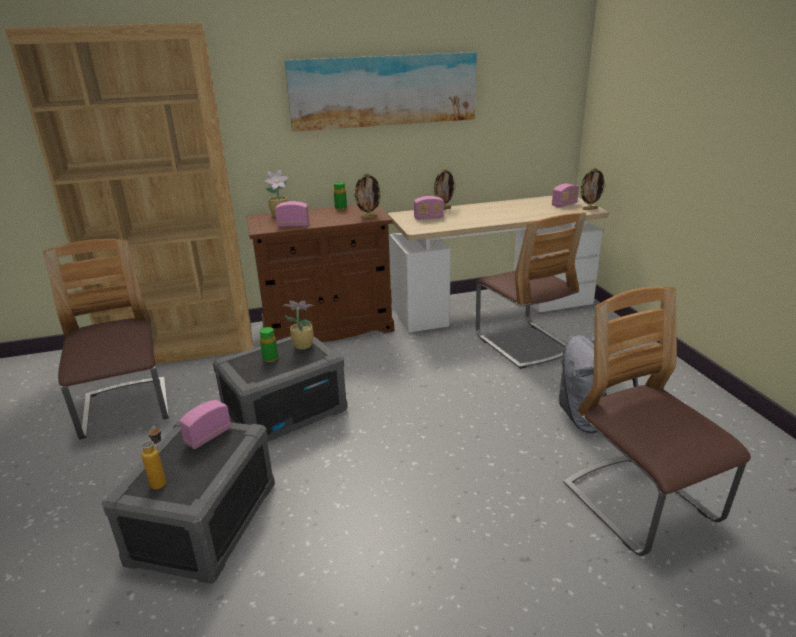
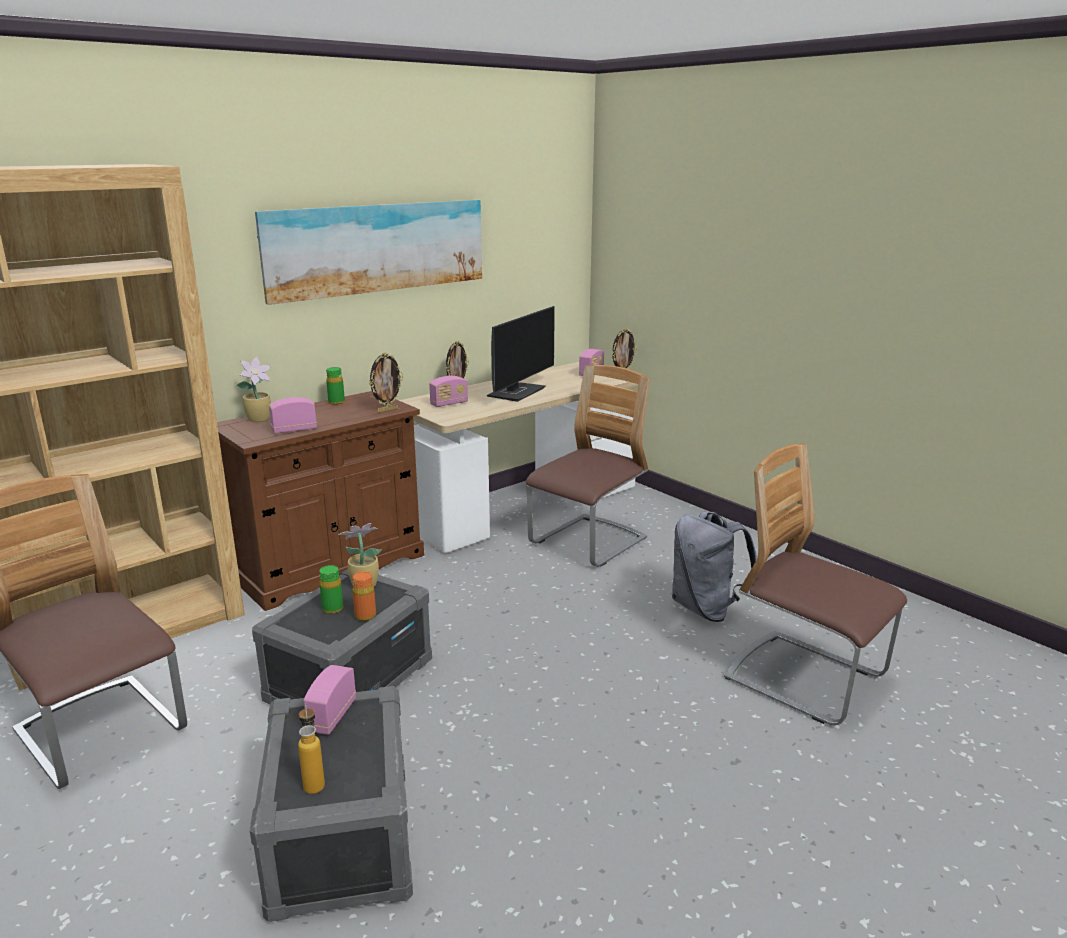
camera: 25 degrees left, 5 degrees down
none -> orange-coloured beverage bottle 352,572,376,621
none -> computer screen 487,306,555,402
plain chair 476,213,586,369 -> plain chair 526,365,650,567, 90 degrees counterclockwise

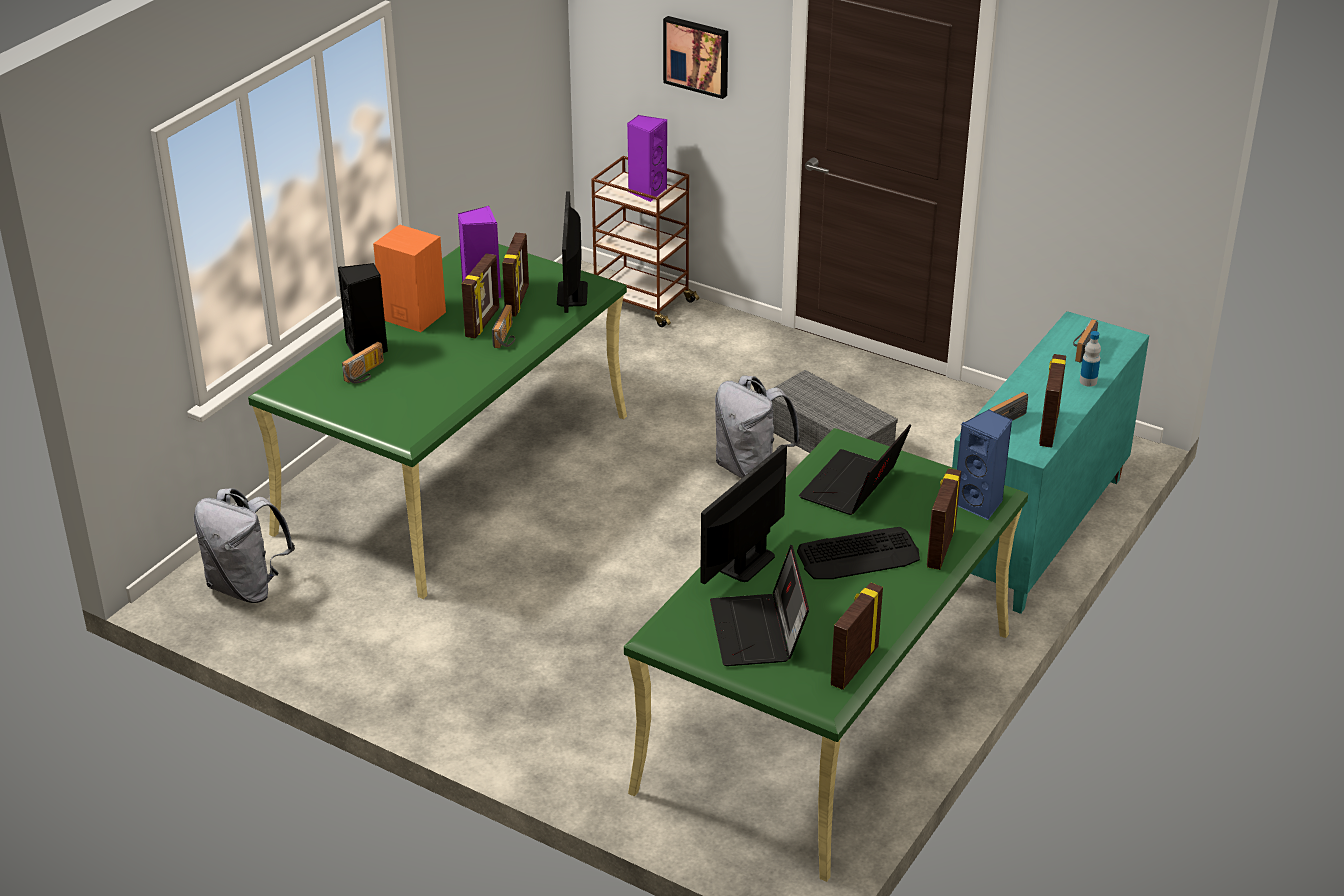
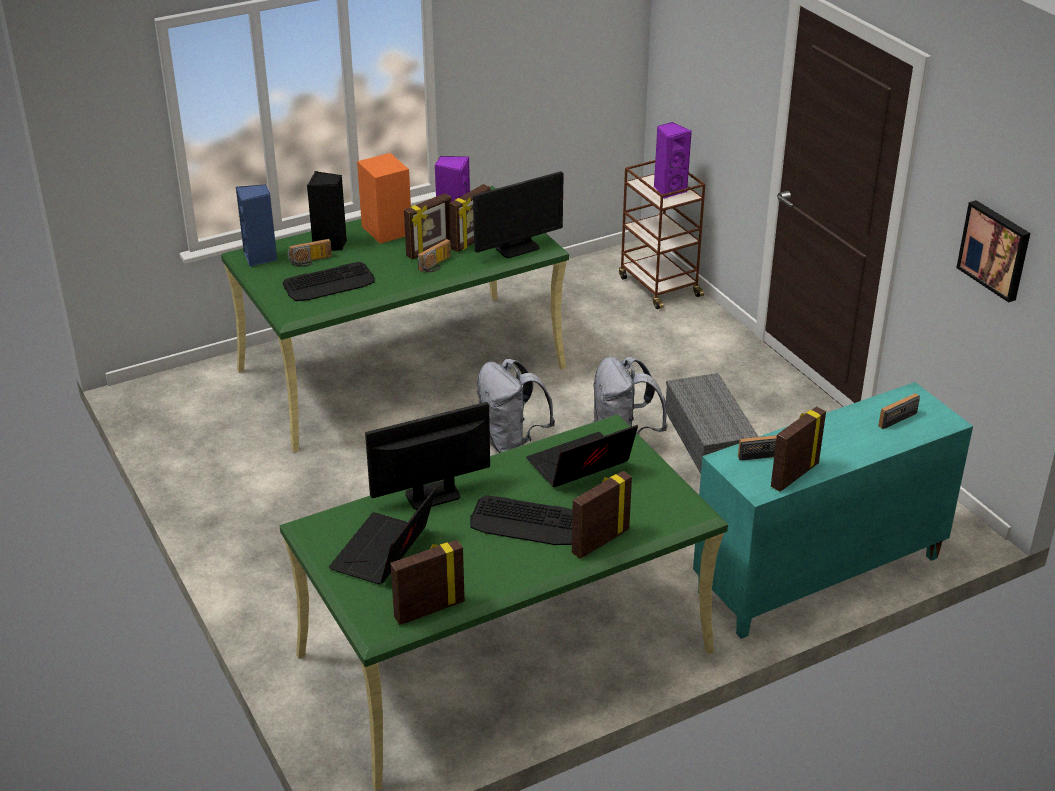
camera: 30 degrees right, 0 degrees up
bluish speaker 957,410,1012,520 -> bluish speaker 236,184,278,267, relocated
none -> computer keyboard 283,262,375,301
computer screen 557,191,588,313 -> computer screen 473,171,564,258, 150 degrees counterclockwise
greyish backpack 194,488,295,603 -> greyish backpack 477,359,555,453, relocated
wall picture 663,16,728,99 -> wall picture 956,200,1030,303, relocated
beverage bottle 1080,331,1101,387 -> none

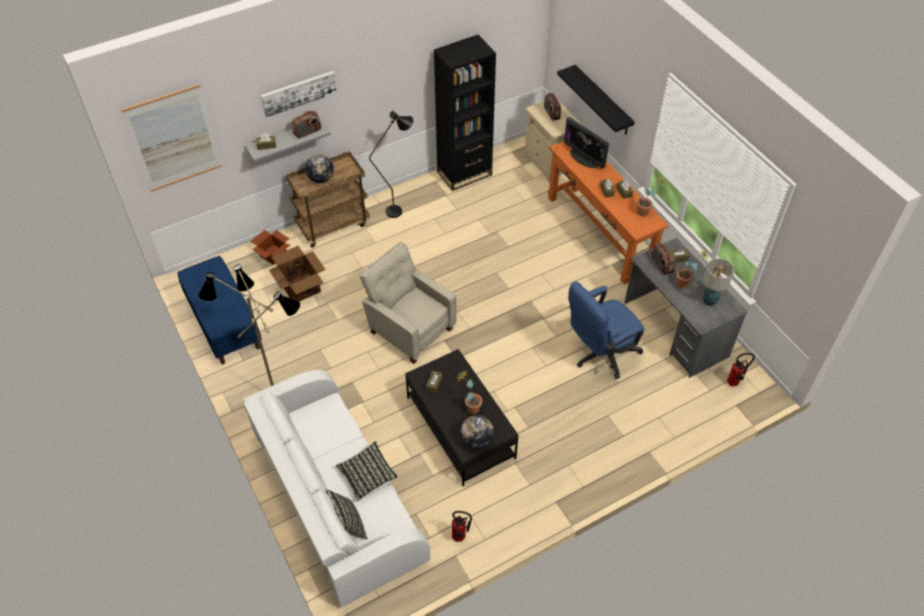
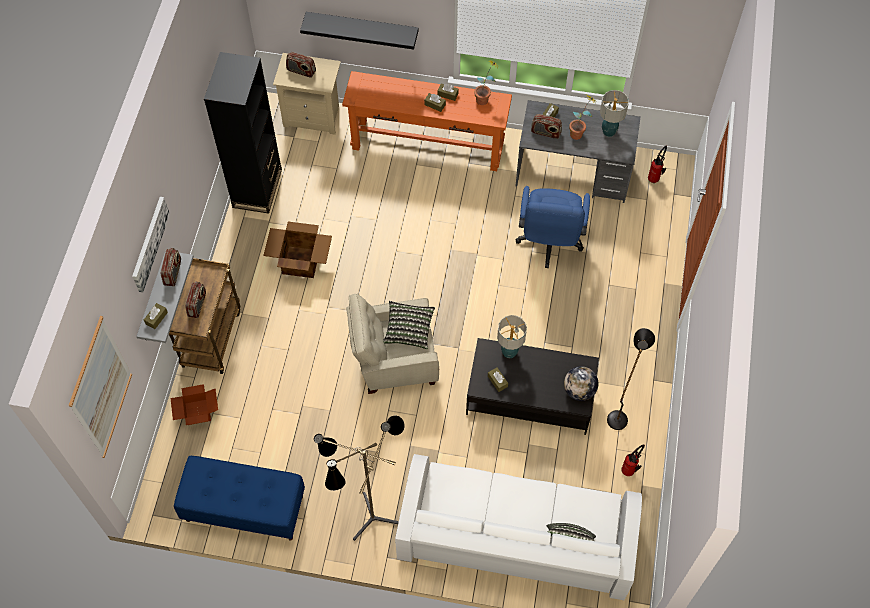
camera: 50 degrees left, 10 degrees up
desk globe 305,154,334,183 -> radio 185,282,206,318
cardboard box 269,246,325,302 -> cardboard box 263,222,332,278, relocated
pillow 336,441,398,501 -> pillow 383,301,435,349, relocated
none -> lamp for a table 497,315,527,358
black standard lamp 369,111,414,218 -> black standard lamp 607,328,655,430, relocated
houseplant 456,371,482,414 -> none
computer screen 564,117,609,169 -> none

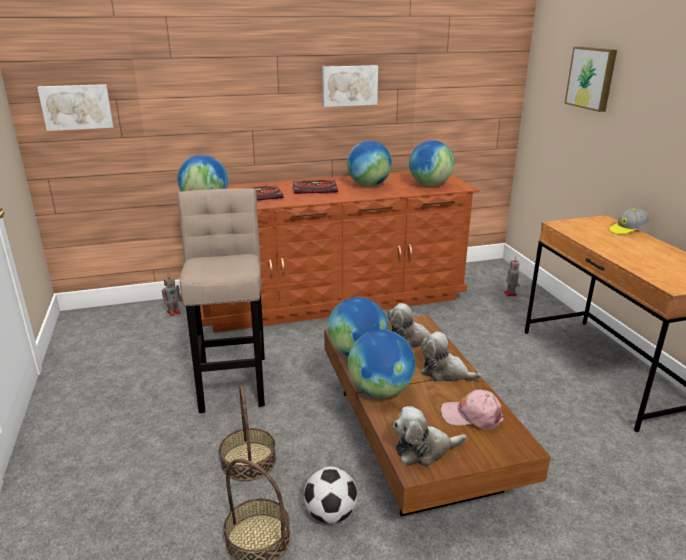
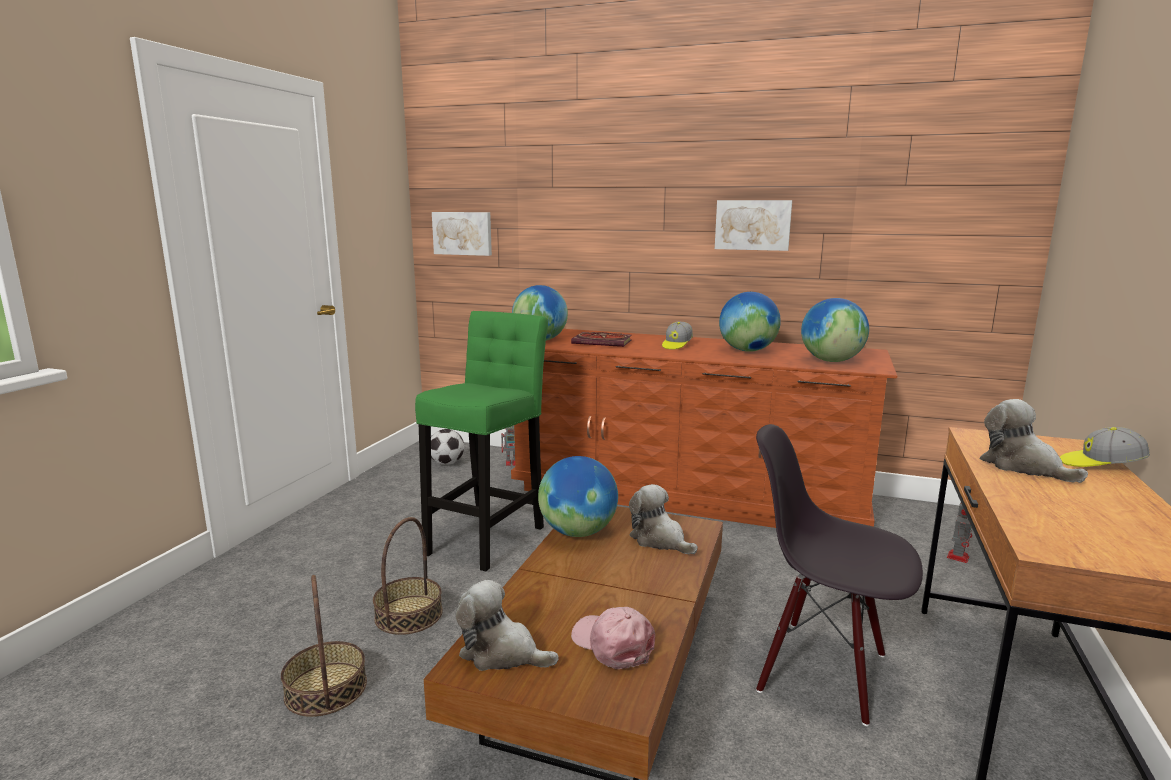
camera: 35 degrees right, 10 degrees down
beige sitting stool 177,188,265,413 -> greenish sitting stool 415,311,548,571
ball for football 304,466,357,524 -> ball for football 431,429,464,465, relocated
volume 293,180,338,194 -> peaked cap 662,321,693,350
none -> black plain chair 756,424,923,726
soft toy 421,331,483,382 -> soft toy 979,399,1088,483, relocated
desk globe 348,329,415,398 -> none
wall picture 564,46,617,112 -> none

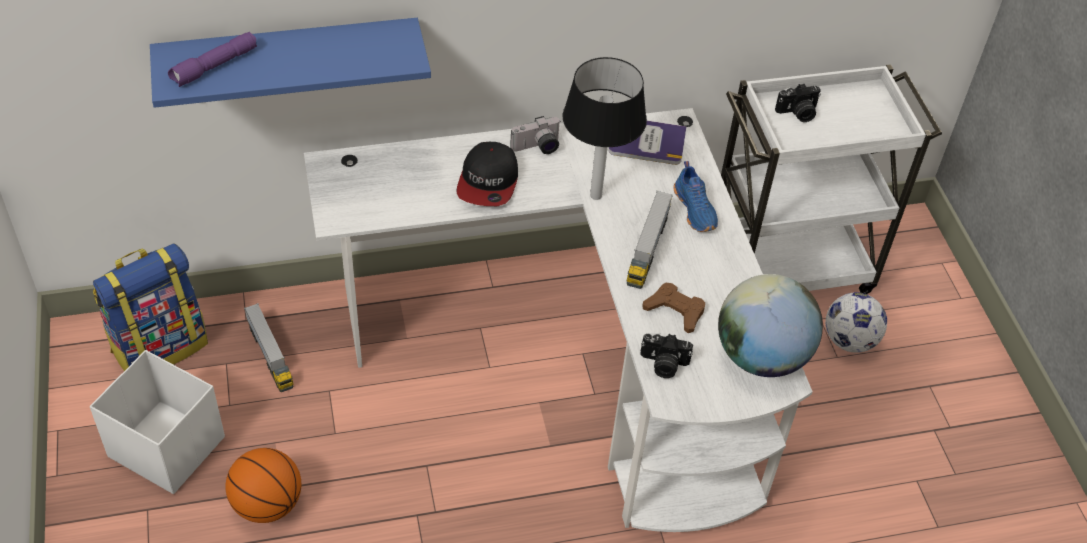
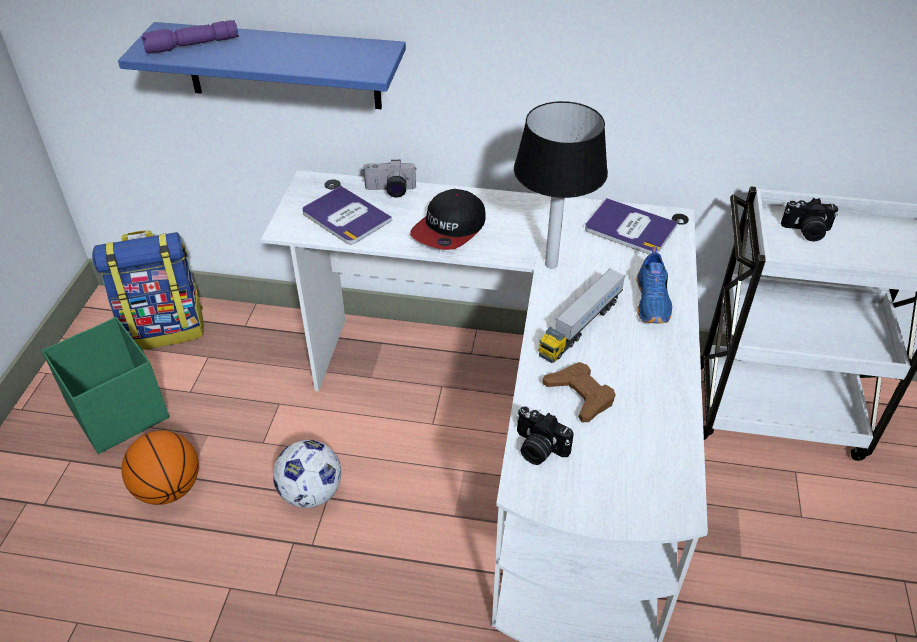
camera: 25 degrees right, 5 degrees down
whitish storage bin 90,350,225,494 -> greenish storage bin 42,317,169,454
ball for football 825,292,887,353 -> ball for football 273,440,341,508, relocated
none -> volume 302,186,392,244
still camera 510,116,560,154 -> still camera 363,160,416,198, relocated
model truck 244,303,294,392 -> none
desk globe 718,274,823,377 -> none

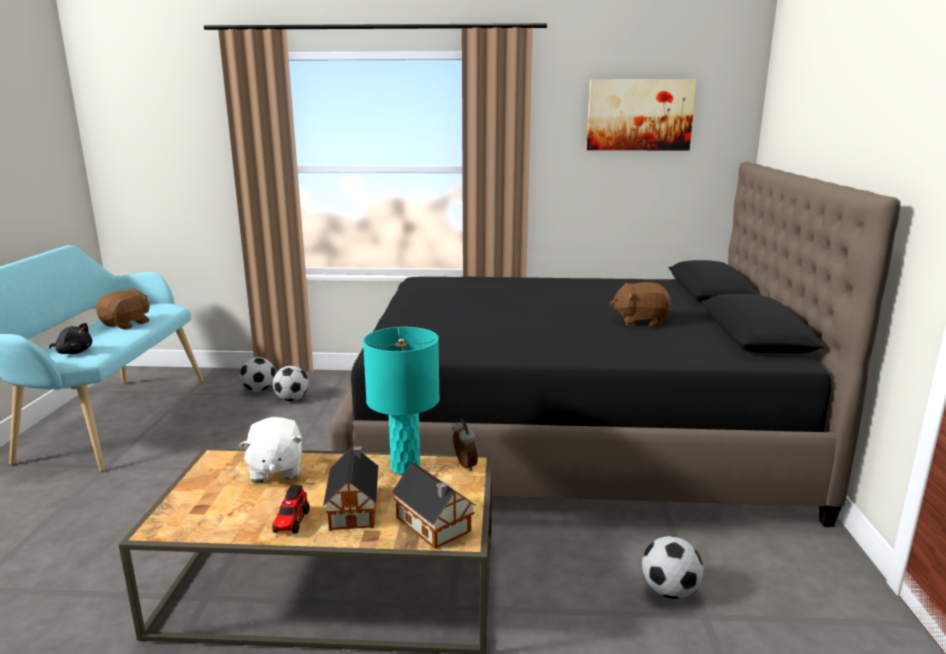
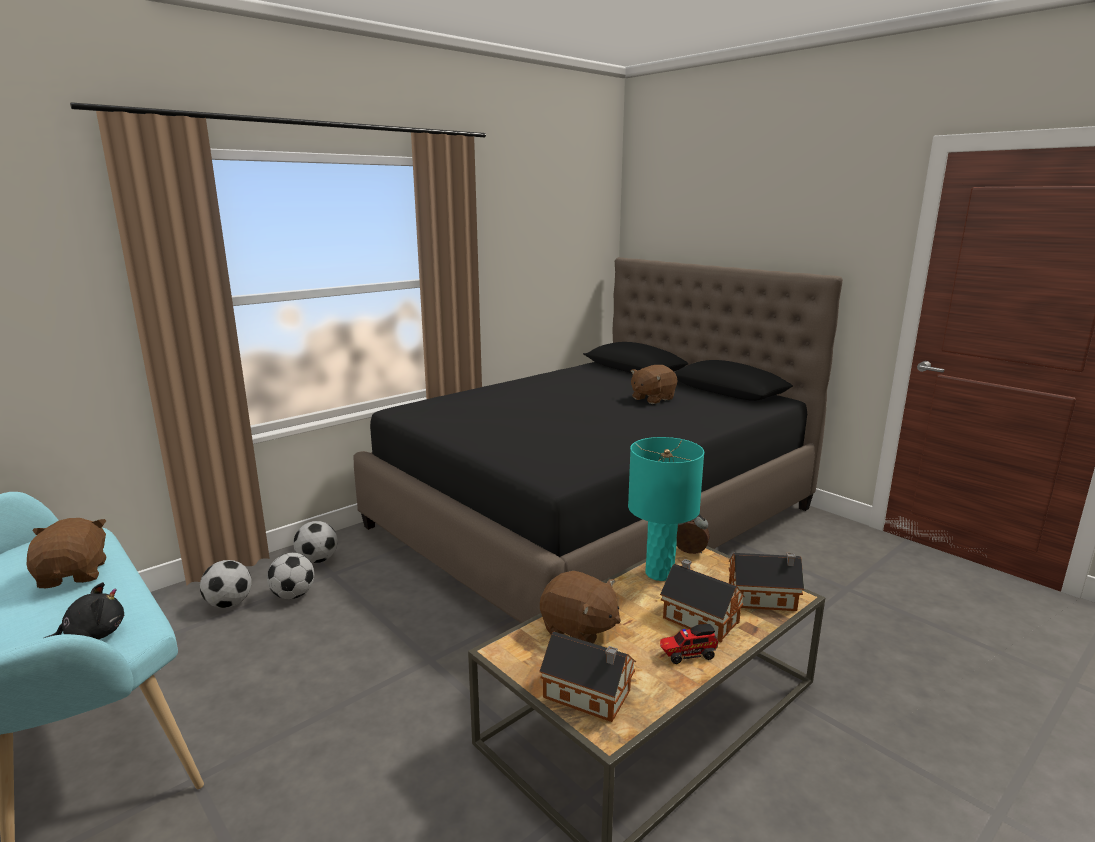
camera: 45 degrees left, 0 degrees up
ball for football 642,536,703,599 -> ball for football 294,521,338,563, relocated
none -> toy house 539,632,636,722
whitish soft toy 239,417,303,483 -> brownish soft toy 540,571,621,644
model truck 272,485,310,534 -> model truck 660,624,718,664, 120 degrees clockwise
wall picture 586,79,696,151 -> none

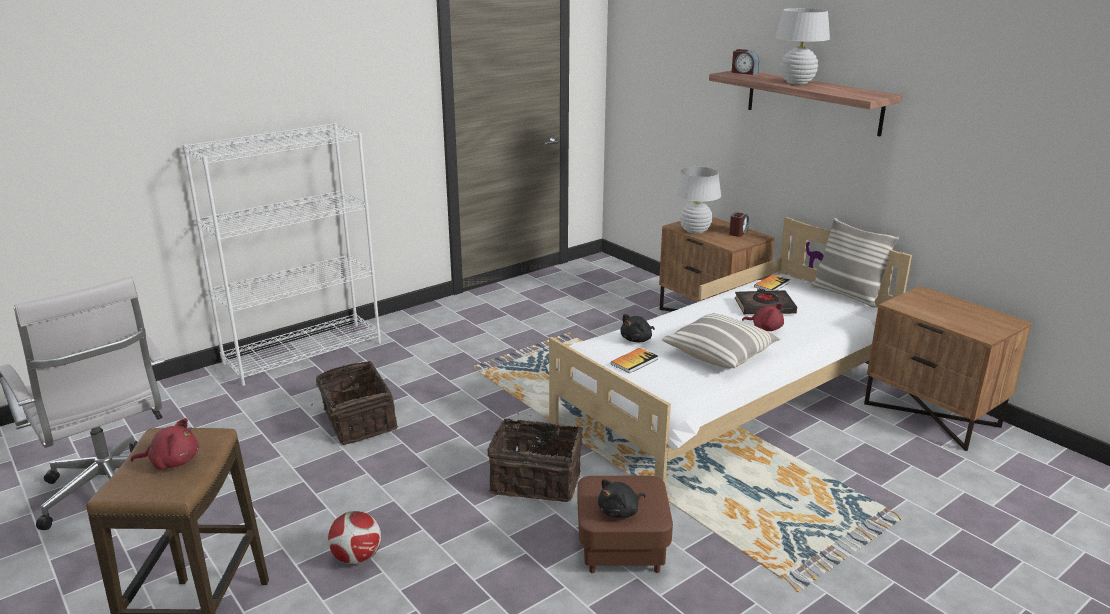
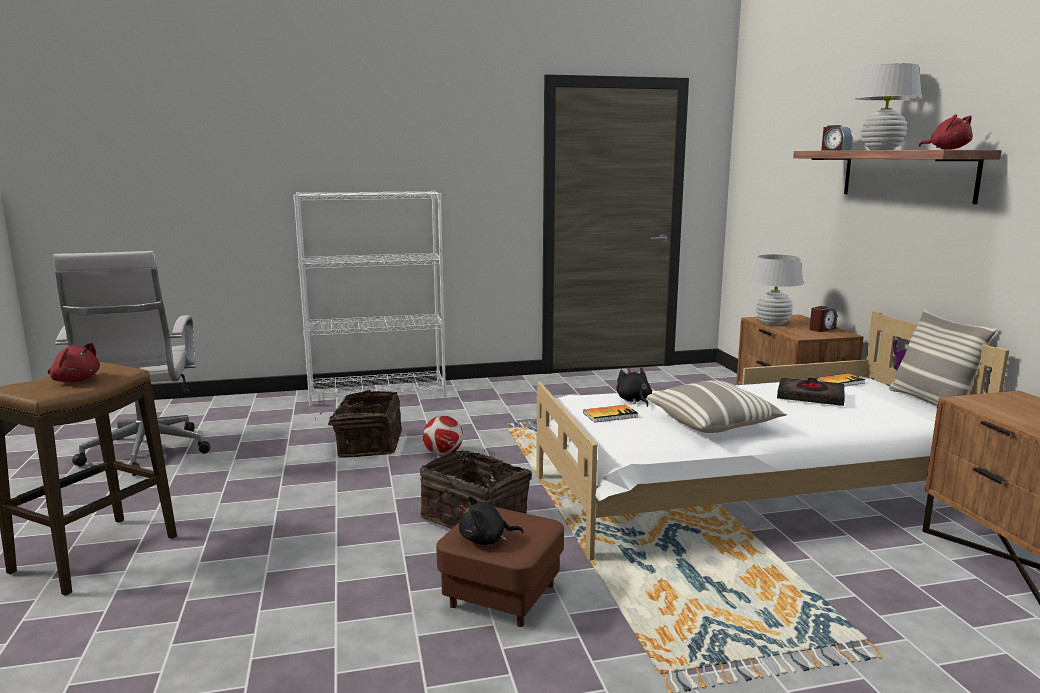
camera: 25 degrees right, 10 degrees down
ball for football 328,511,381,564 -> ball for football 423,416,463,456, relocated
black soft toy 620,314,655,342 -> black soft toy 616,368,652,407, 90 degrees clockwise
red-coloured soft toy 742,304,784,331 -> red-coloured soft toy 919,114,973,150, relocated

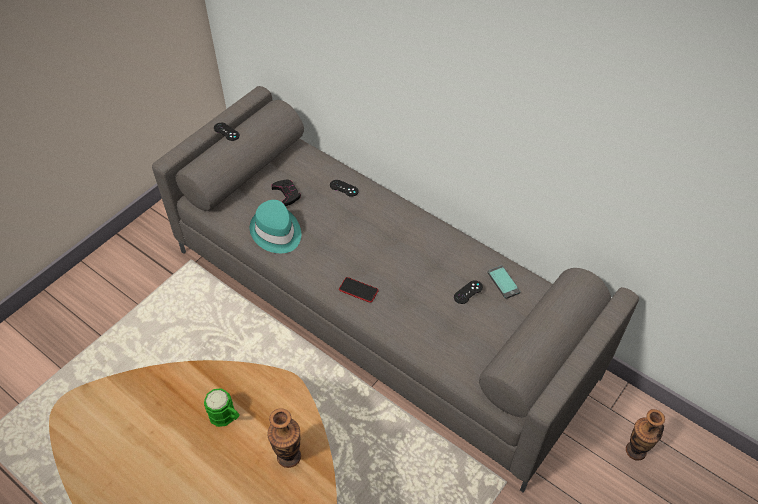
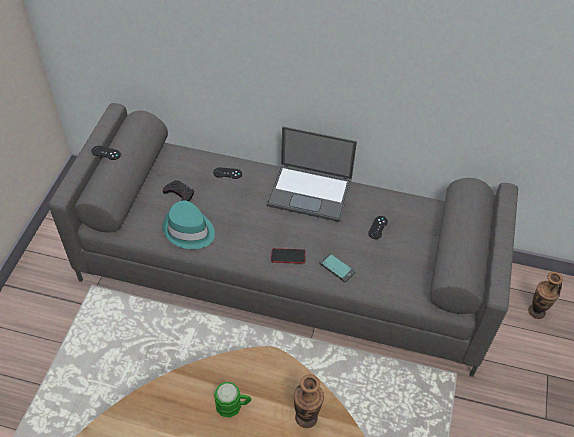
camera: 25 degrees left, 0 degrees up
none -> notebook computer 266,126,357,222
telephone 487,265,520,299 -> telephone 320,253,355,282, relocated

